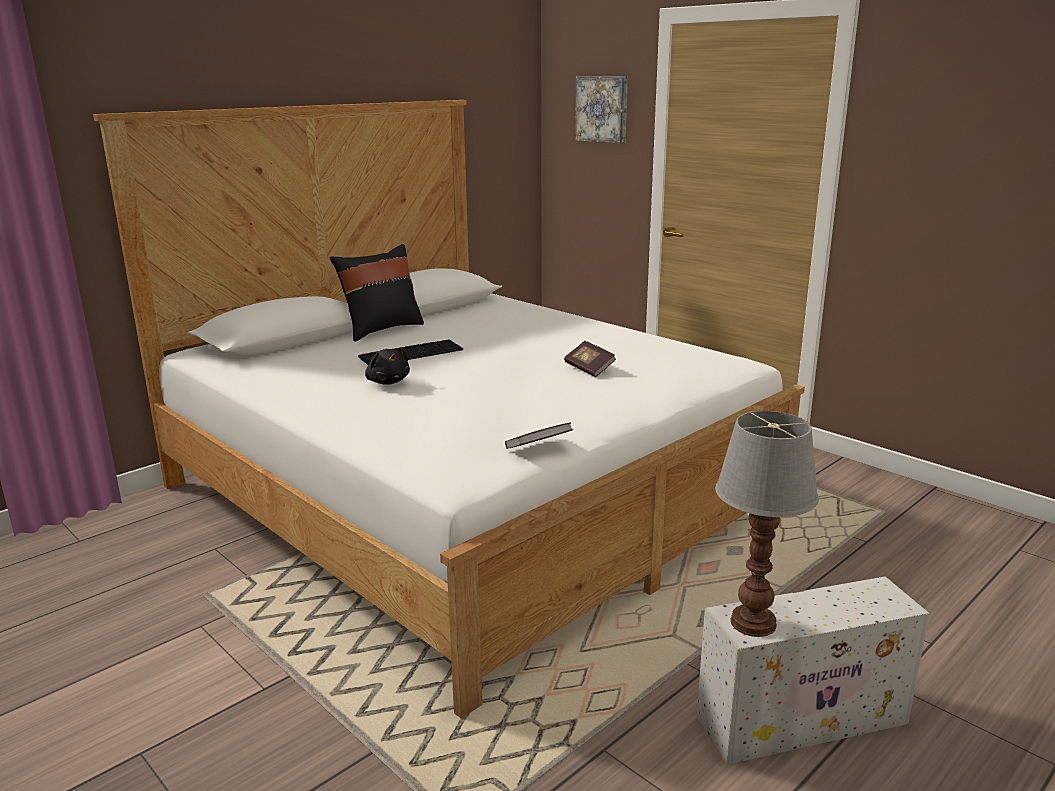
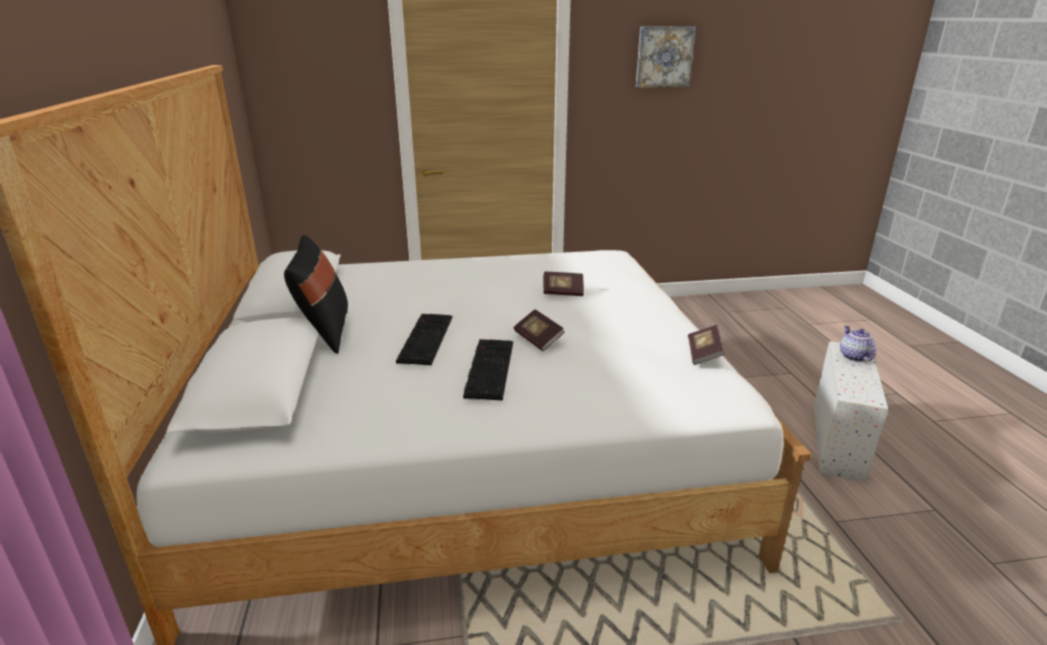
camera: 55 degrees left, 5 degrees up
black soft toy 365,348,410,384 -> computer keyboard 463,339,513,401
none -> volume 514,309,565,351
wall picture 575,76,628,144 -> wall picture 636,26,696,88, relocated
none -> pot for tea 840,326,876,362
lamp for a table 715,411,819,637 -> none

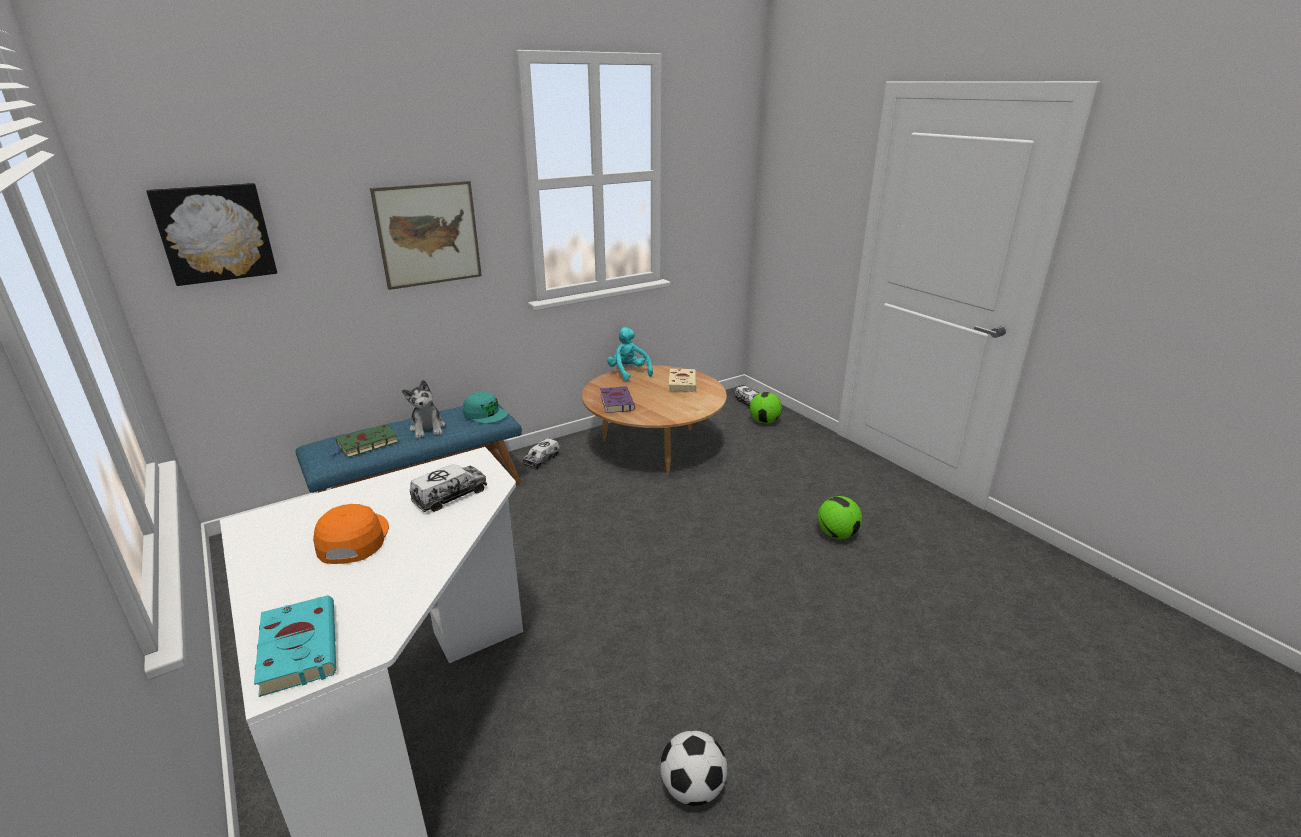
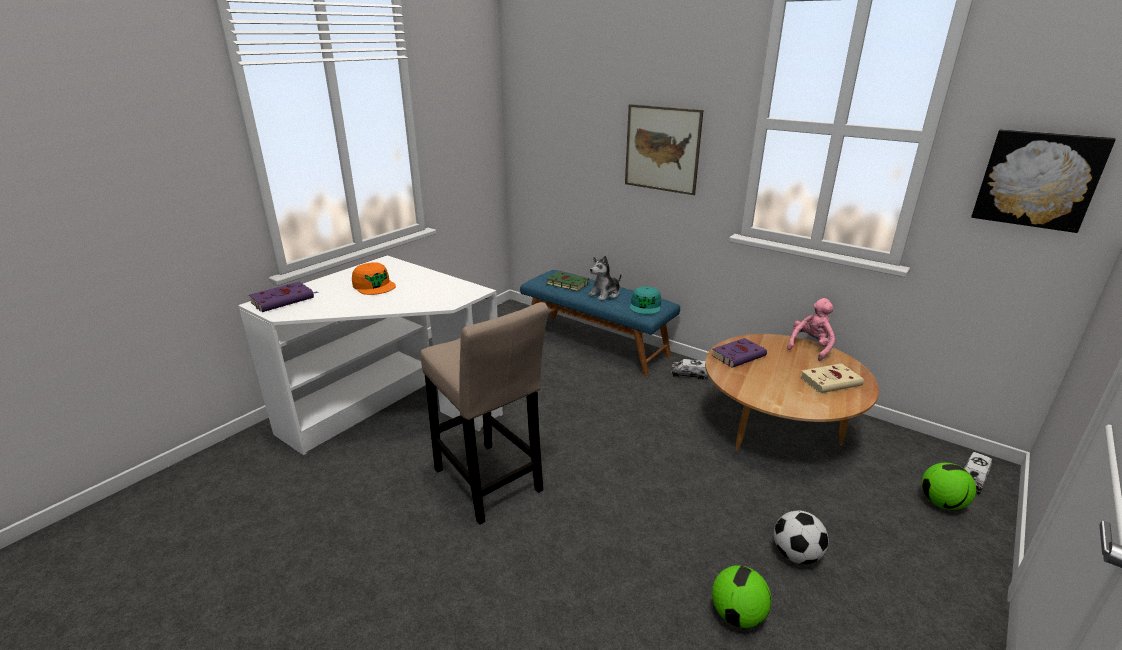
camera: 70 degrees right, 0 degrees up
turquoise volume 254,595,336,697 -> purplish volume 249,282,319,312
orange-coloured peaked cap 313,504,389,564 -> orange-coloured peaked cap 352,262,396,295, 75 degrees clockwise
none -> beige sitting stool 421,302,549,525
ball for football 660,730,727,806 -> ball for football 774,510,829,564, relocated
turquoise soft toy 607,327,653,381 -> pink soft toy 787,298,835,361
wall picture 146,183,277,286 -> wall picture 971,130,1116,233, relocated
model truck 410,464,487,512 -> none

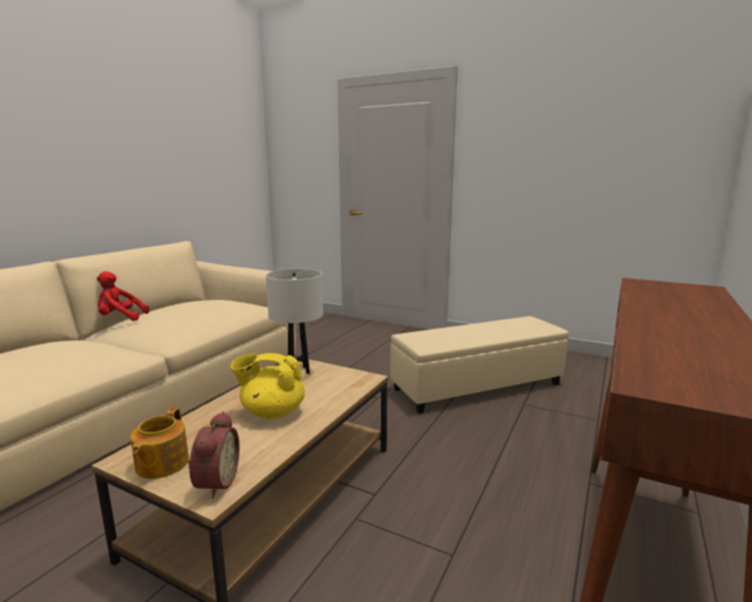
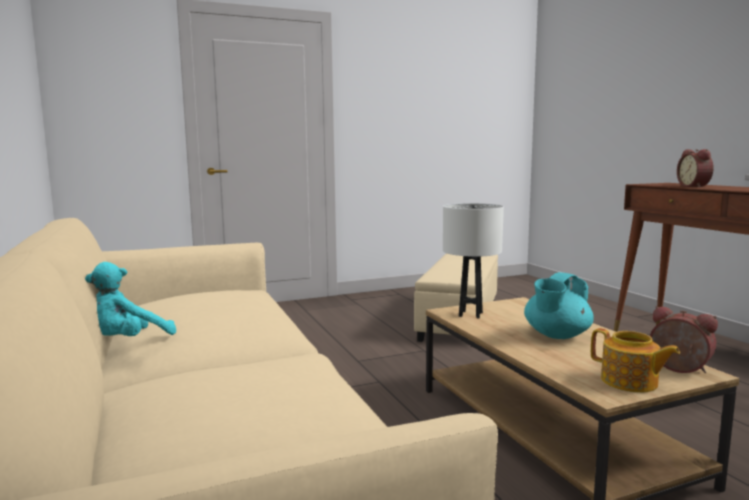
camera: 50 degrees left, 5 degrees down
red-coloured soft toy 97,271,149,321 -> turquoise soft toy 85,262,176,336
yellow-coloured pot for tea 231,353,305,419 -> turquoise pot for tea 524,272,594,339
none -> alarm clock 677,149,714,188

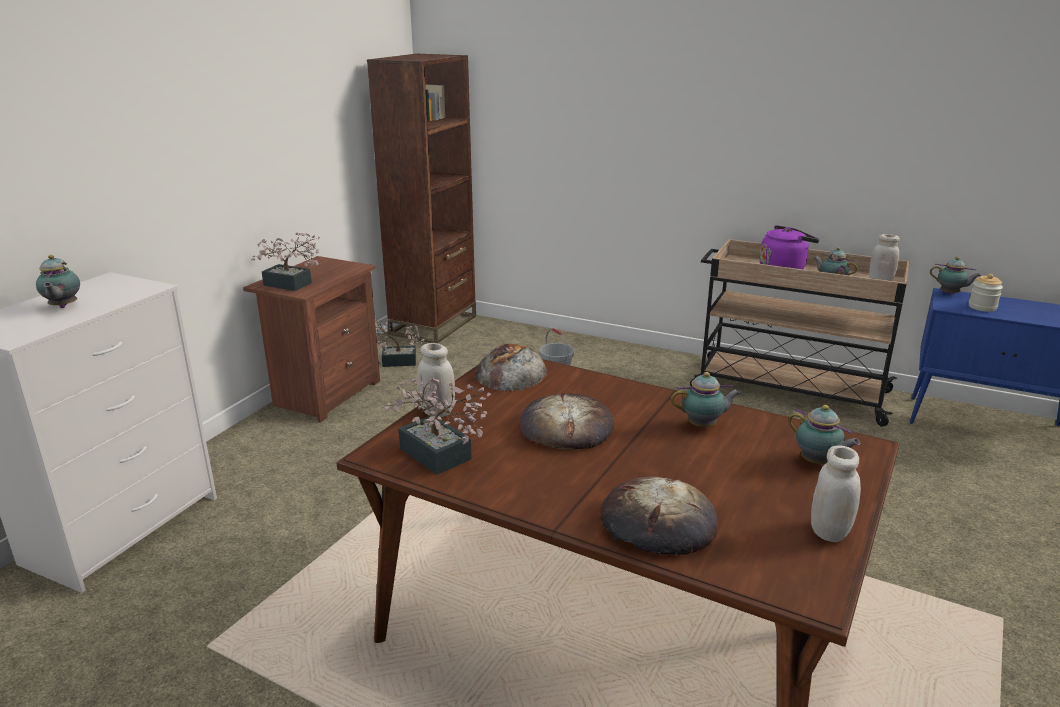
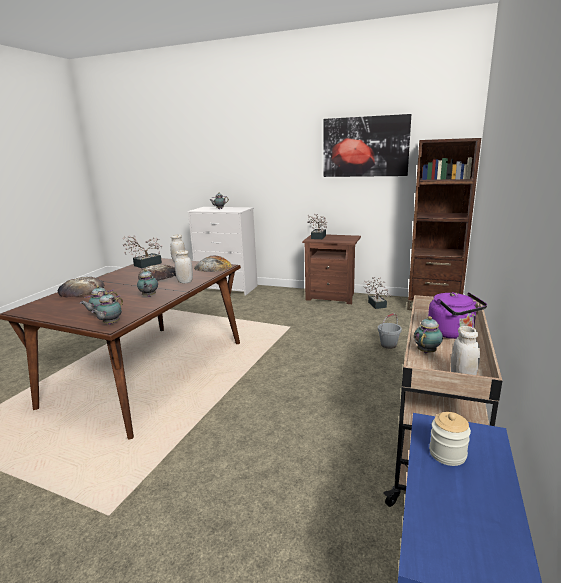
camera: 85 degrees right, 5 degrees down
pot for tea 930,257,981,294 -> pot for tea 91,292,123,325, relocated
whitish preserve jar 811,445,861,542 -> whitish preserve jar 175,250,193,283, relocated
none -> wall picture 323,114,411,177

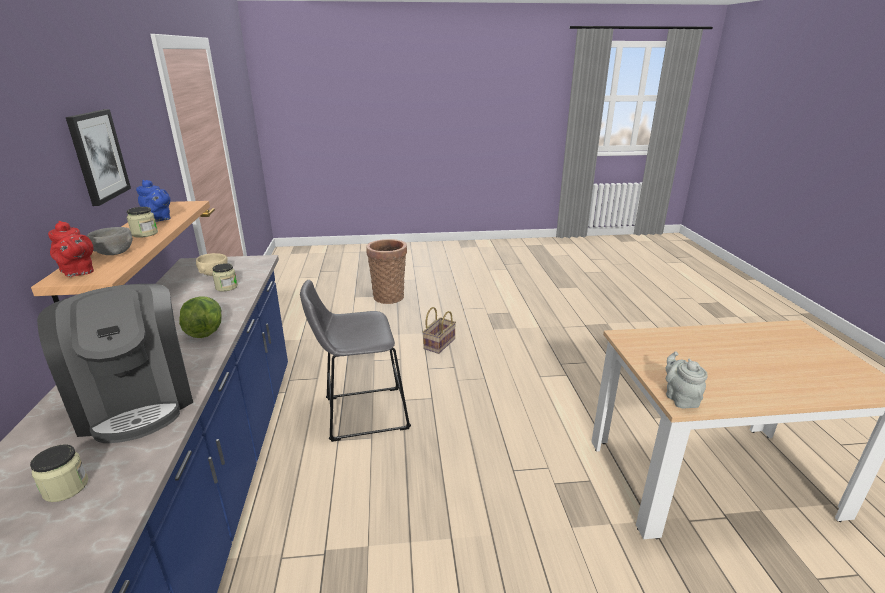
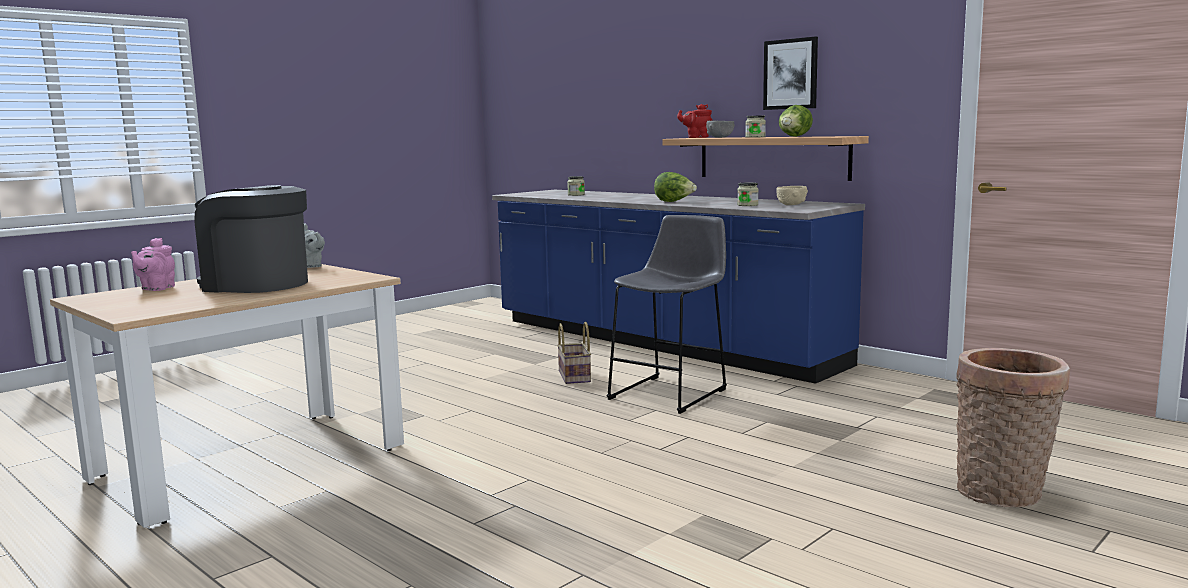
camera: 140 degrees right, 15 degrees down
none -> pink pot for tea 131,238,175,291
coffee machine 37,284,193,443 -> coffee machine 194,185,308,293, relocated
storage basket 423,307,456,354 -> storage basket 557,322,591,384, relocated
bluish pot for tea 136,180,171,222 -> lettuce head 779,105,813,137

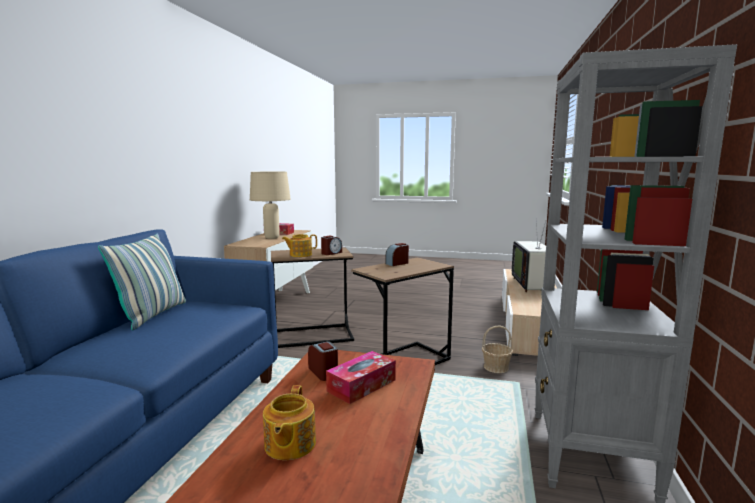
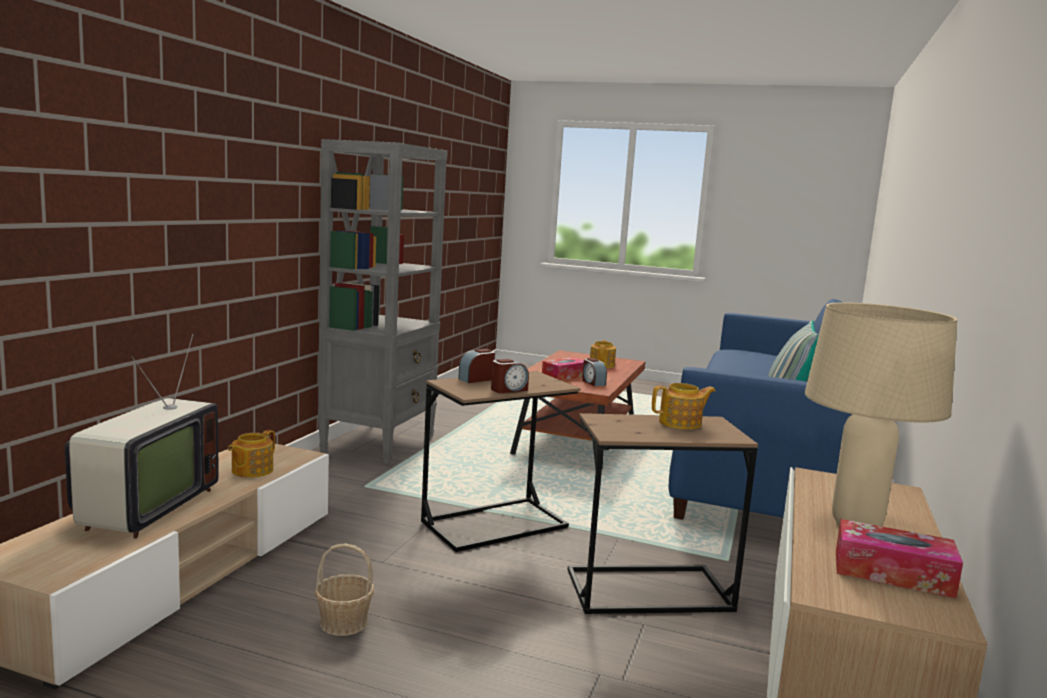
camera: 175 degrees left, 0 degrees up
none -> pot for tea 228,430,275,478
storage basket 482,325,513,373 -> storage basket 315,543,374,636, relocated
alarm clock 321,236,342,255 -> alarm clock 458,349,495,383, relocated

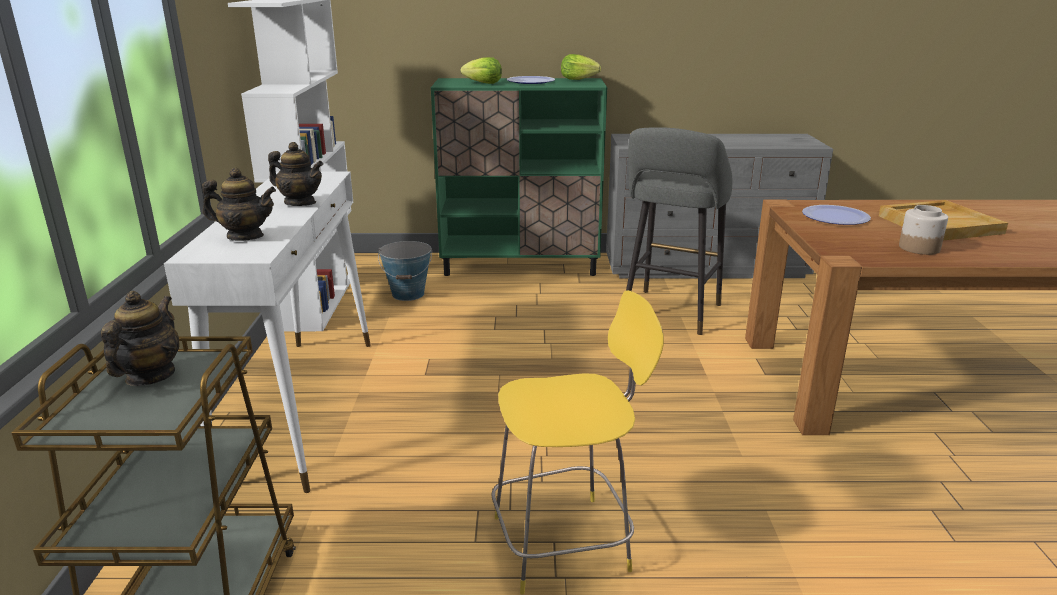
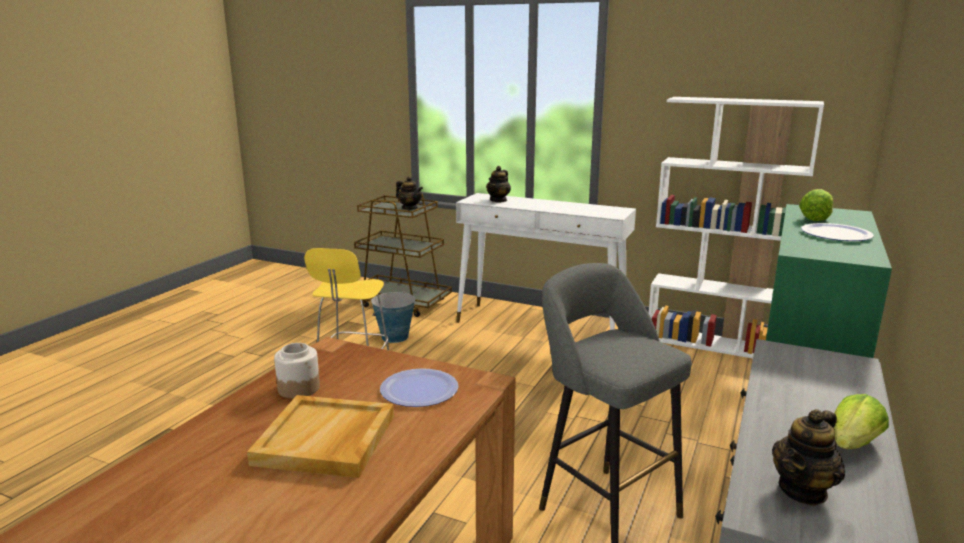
camera: 115 degrees right, 5 degrees down
bucket 378,241,432,301 -> bucket 371,291,415,343, relocated
pot for tea 268,142,323,206 -> pot for tea 772,409,845,506, relocated
lettuce head 561,54,601,80 -> lettuce head 834,394,889,449, relocated

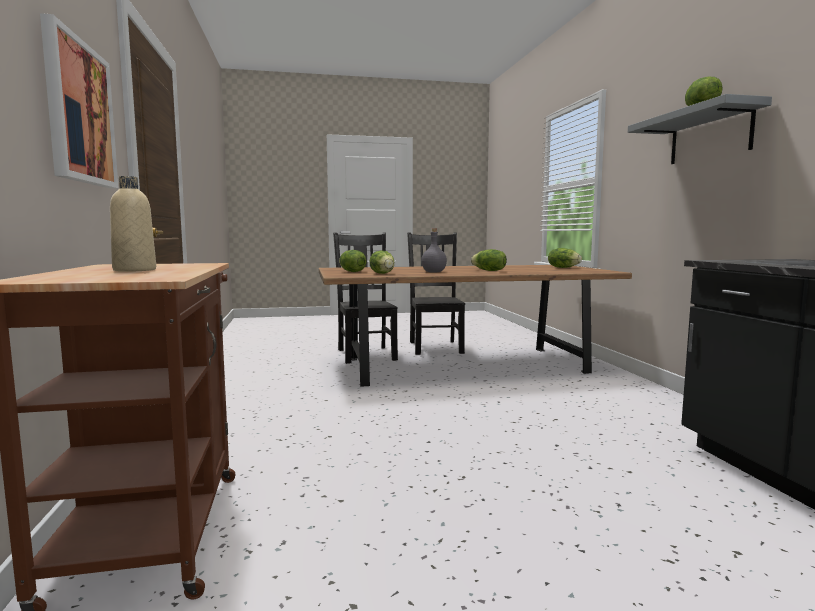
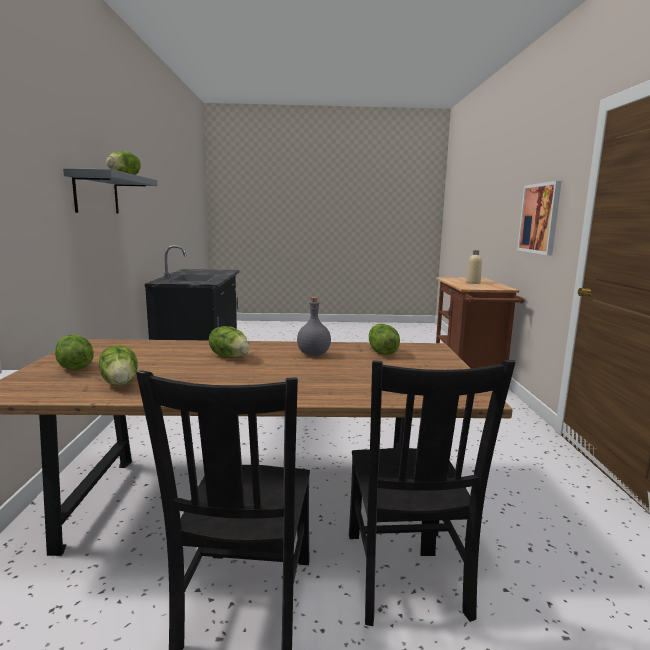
camera: 170 degrees left, 5 degrees up
lettuce head 339,250,366,272 -> lettuce head 99,345,138,385, relocated

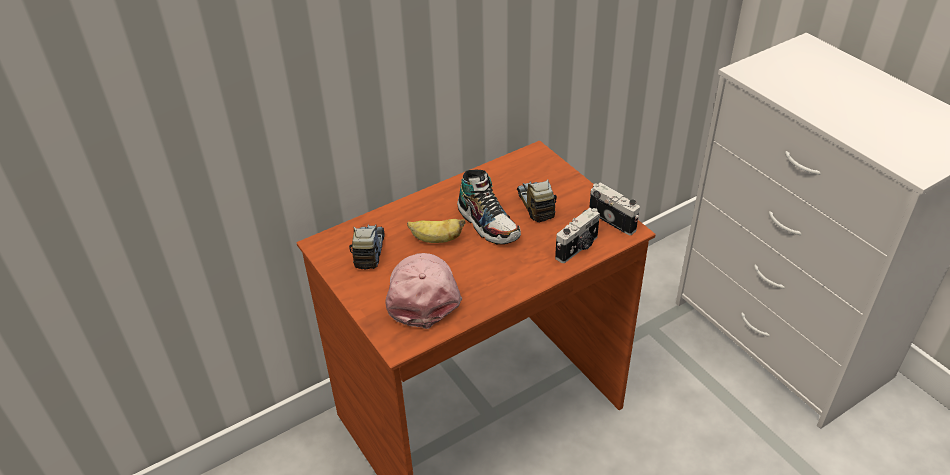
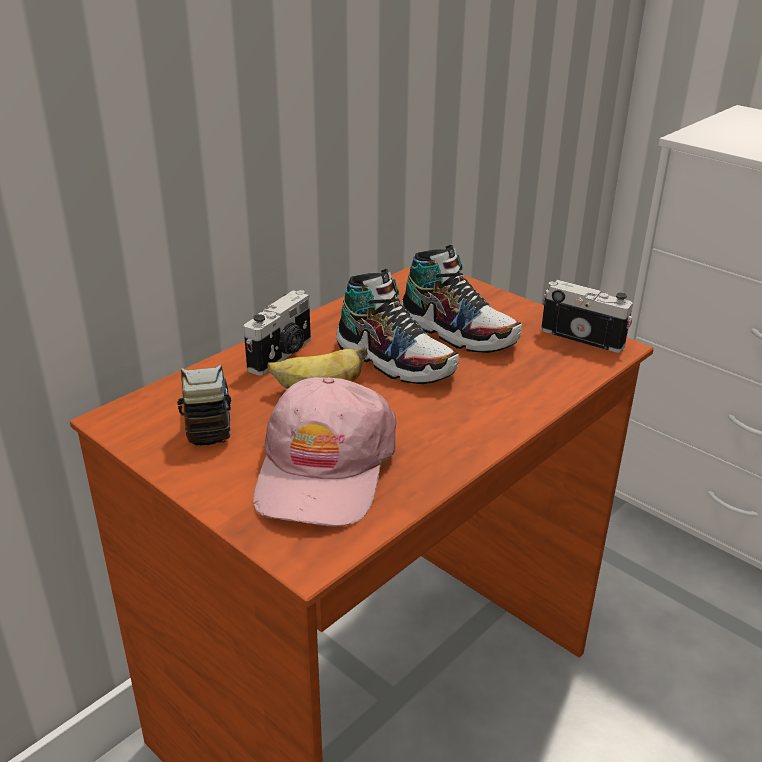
camera: 15 degrees left, 10 degrees down
still camera 555,208,600,263 -> still camera 244,290,311,375, relocated
pink peaked cap 385,253,462,329 -> pink peaked cap 253,377,396,527, 150 degrees counterclockwise
model truck 517,179,557,222 -> item of footwear 401,245,522,353

